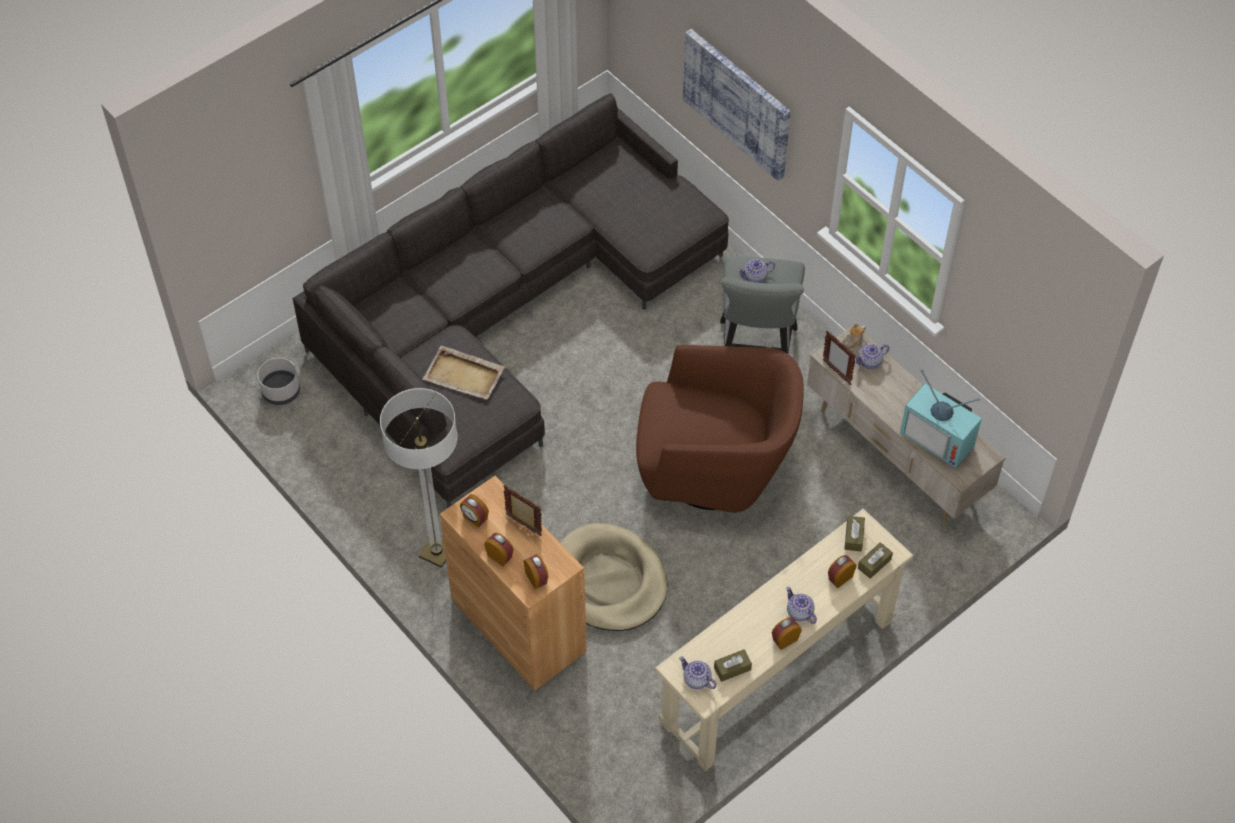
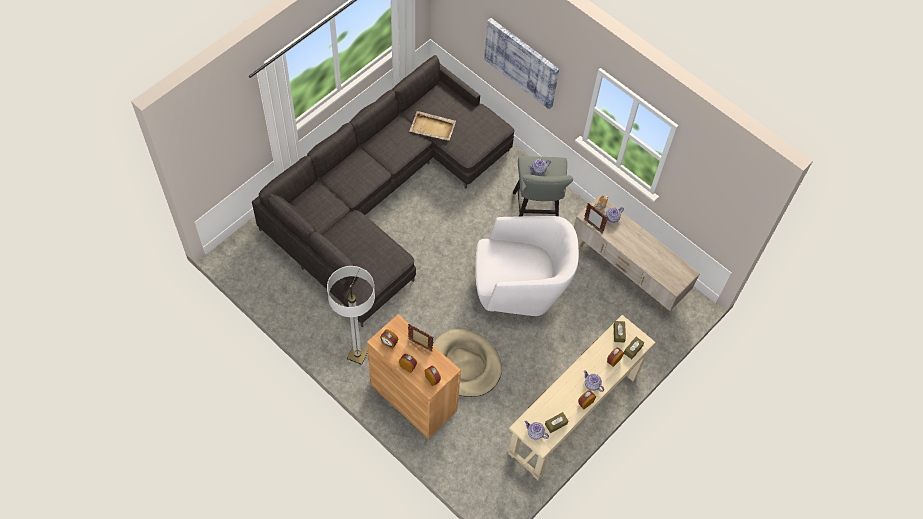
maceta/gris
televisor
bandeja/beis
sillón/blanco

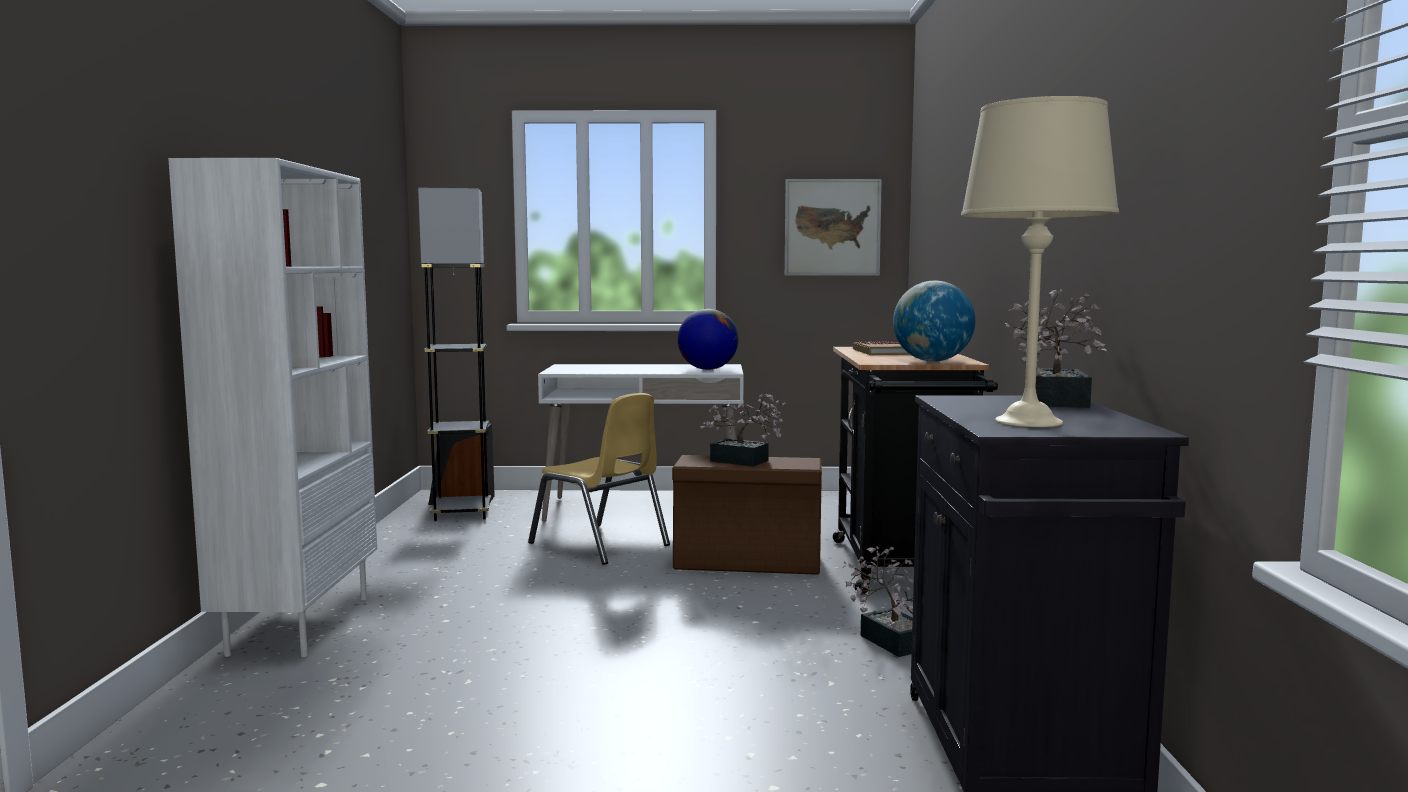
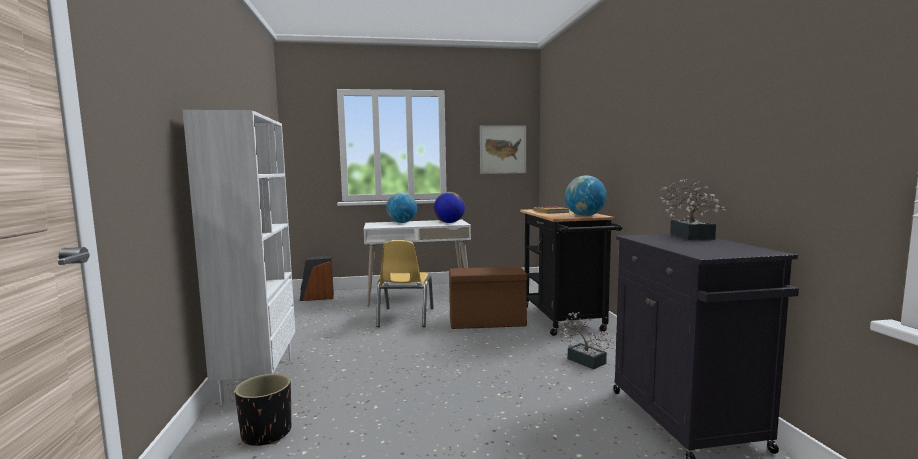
lámpara de pie/gris
planta en maceta (no. 1 from left in the first image)
lámpara de mesa/beis
maceta/negro
globo terráqueo (no. 1 from left)
silla/amarillo

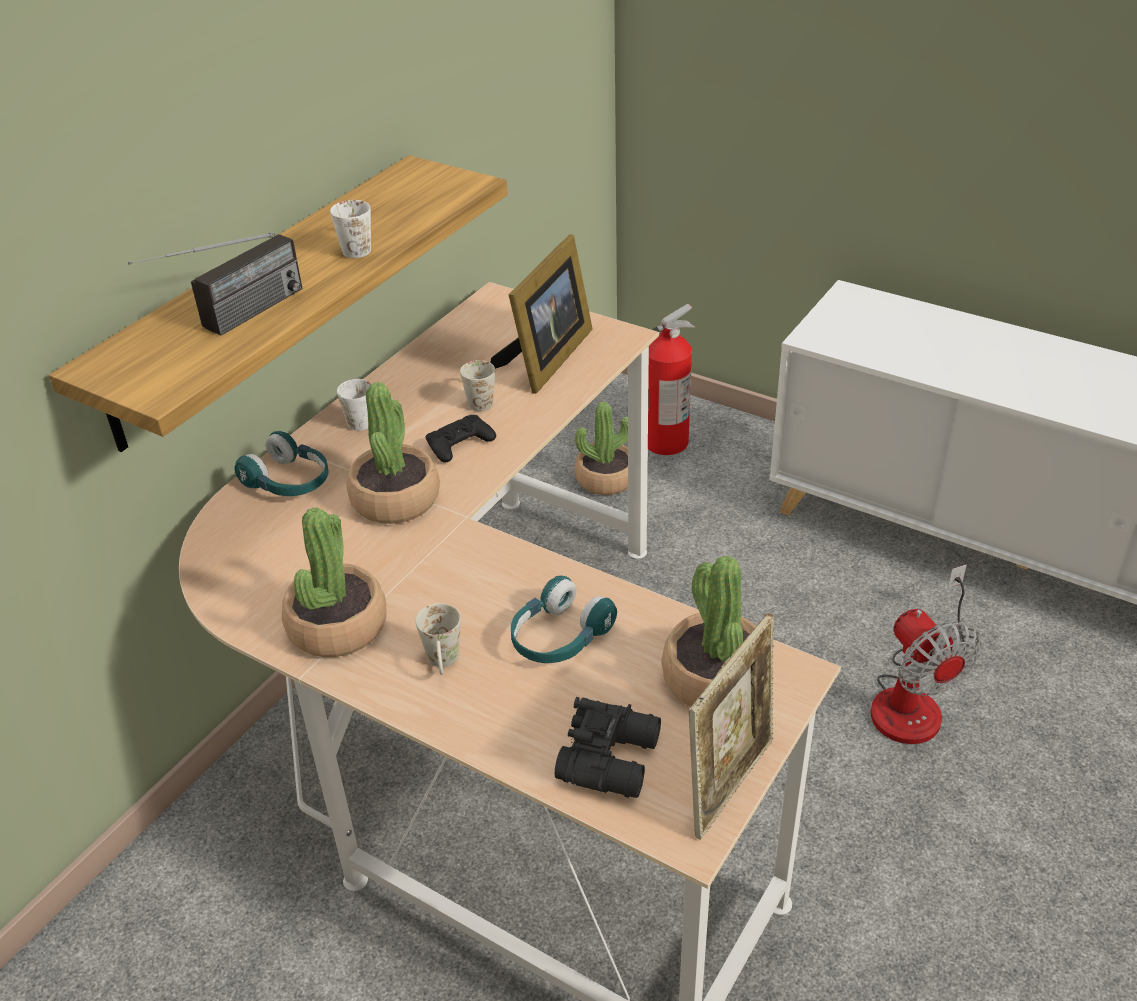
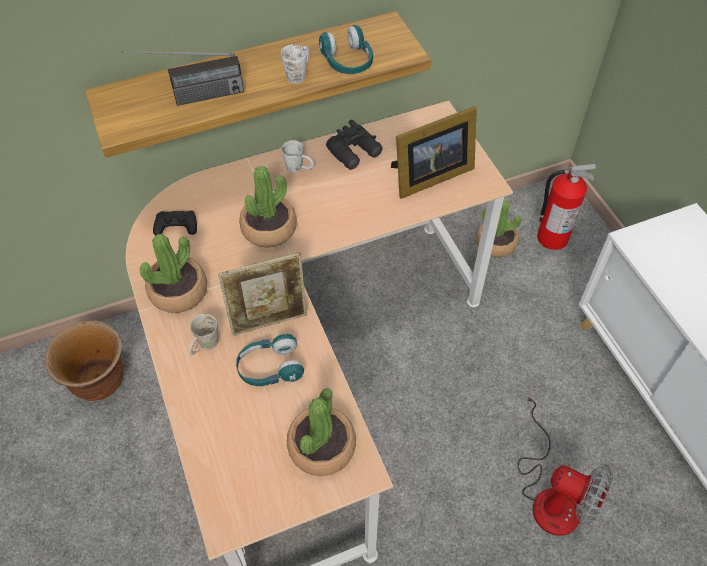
taza grande/blanco (no. 4 from left in the first image)
maceta/marrón
auriculares/turquesa (no. 2 from left)
mando de consola/negro
prismáticos/negro
portarretratos (no. 1 from left)
ventilador

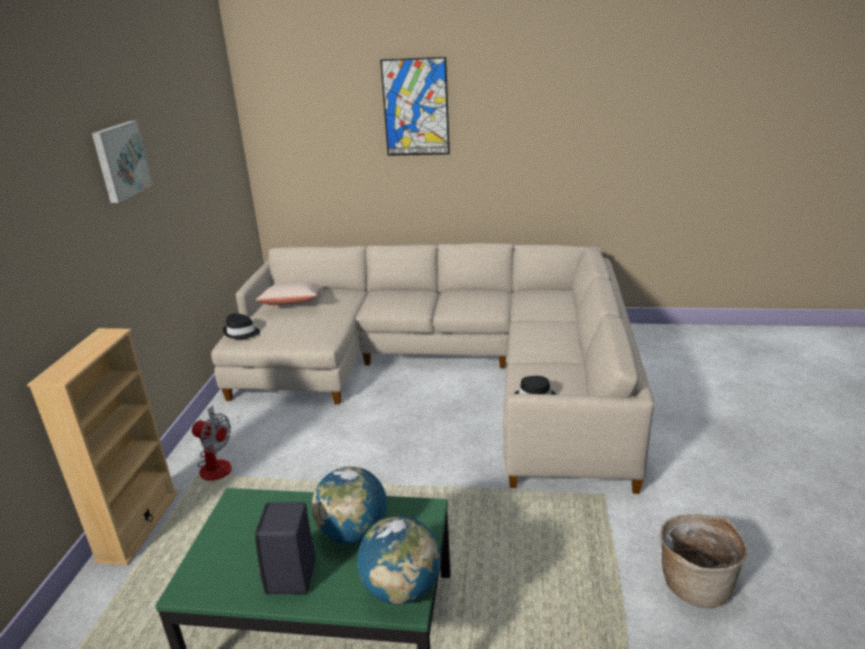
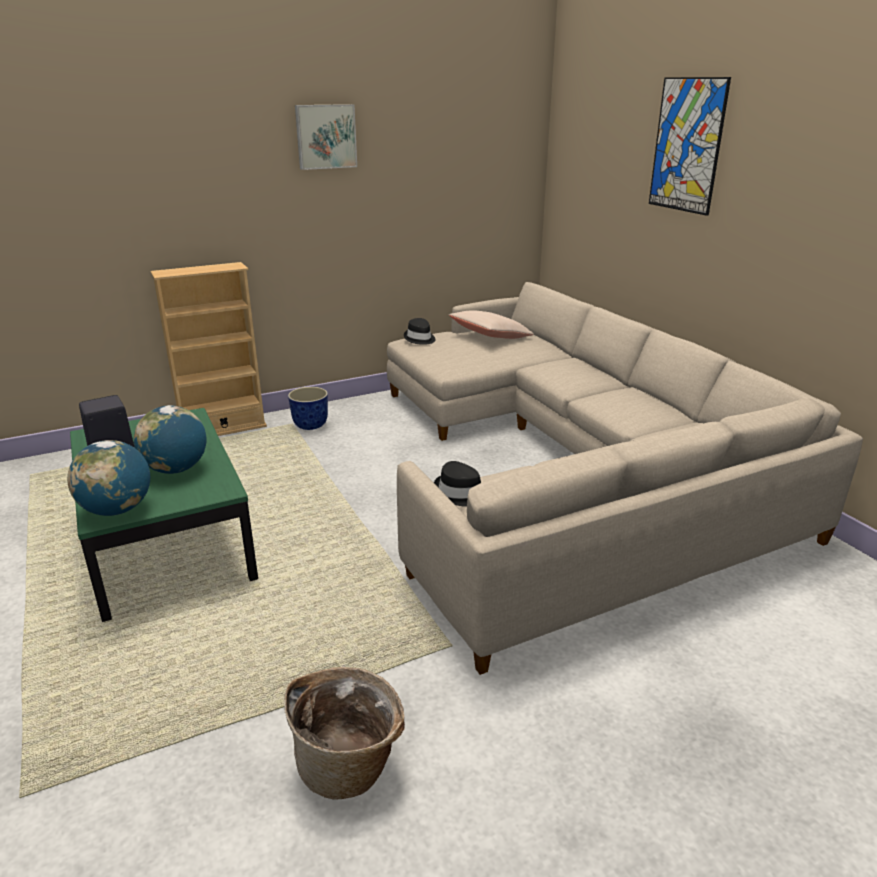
maceta

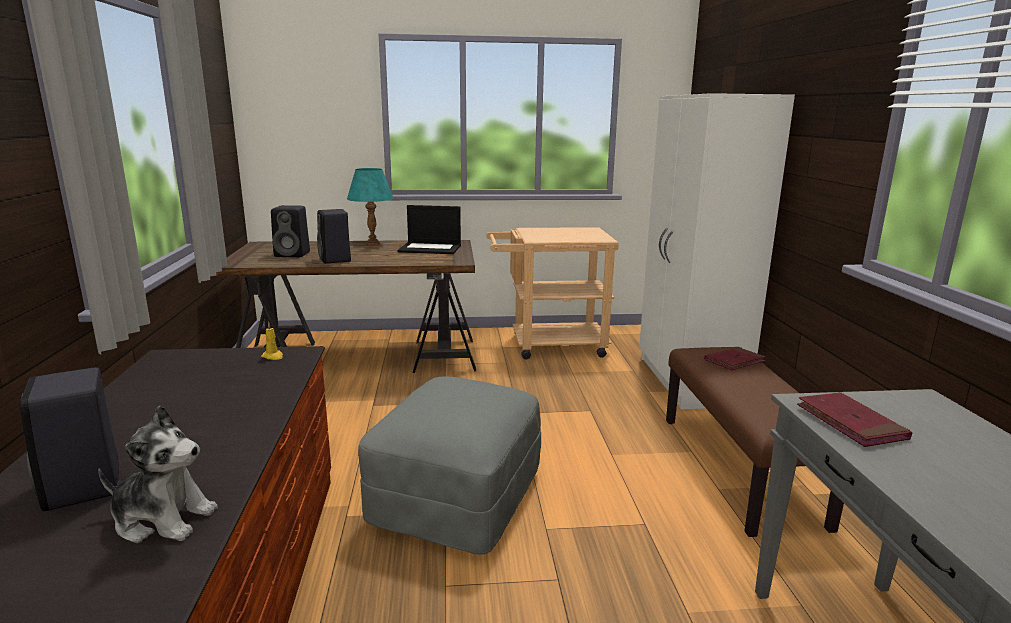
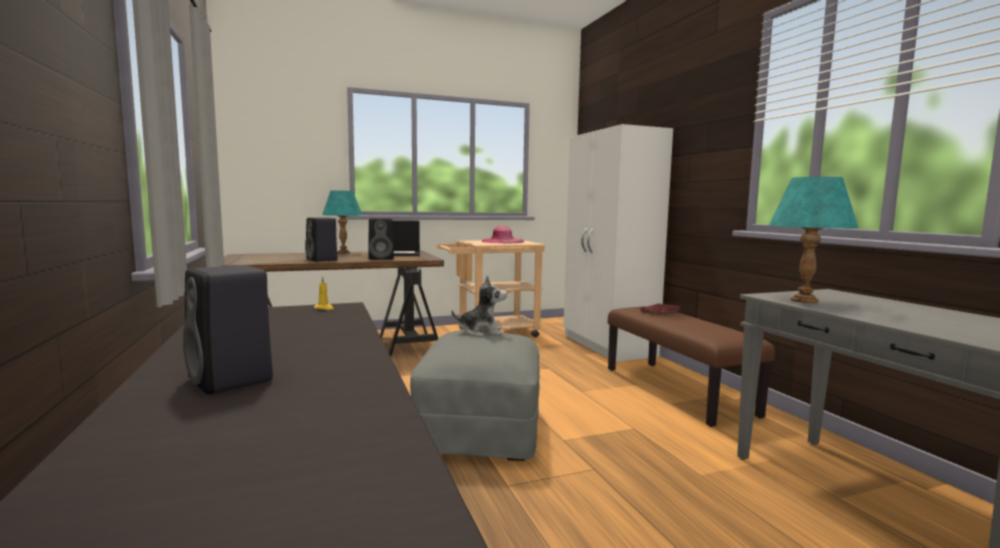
sombrero/rosa
peluche
altavoz/negro (no. 3 from left)
lámpara de mesa/turquesa (no. 2 from left)

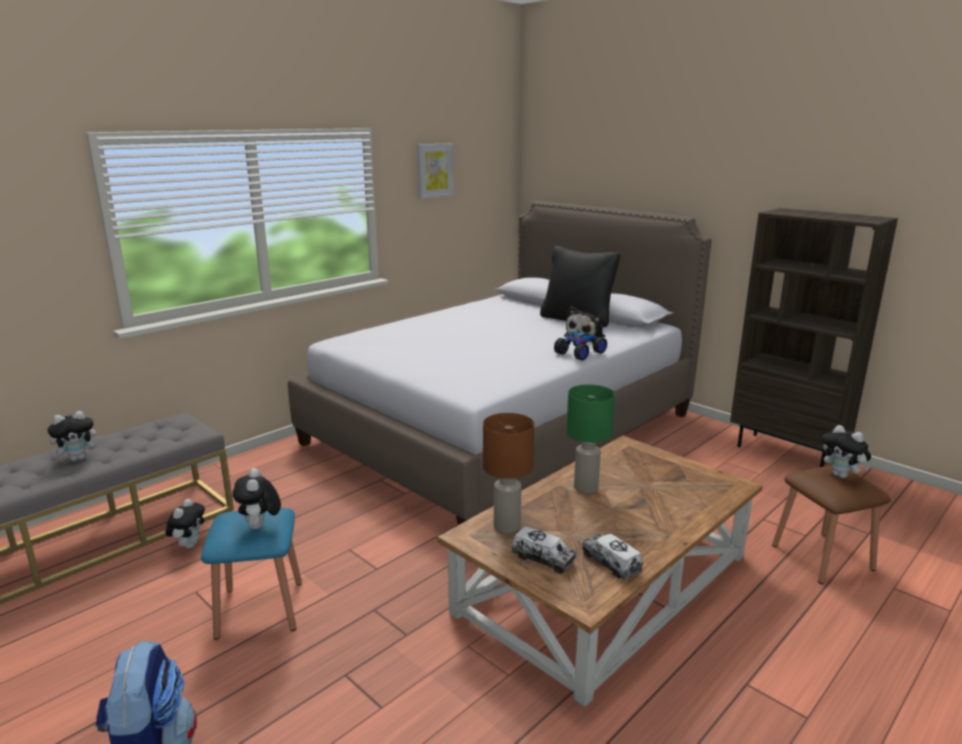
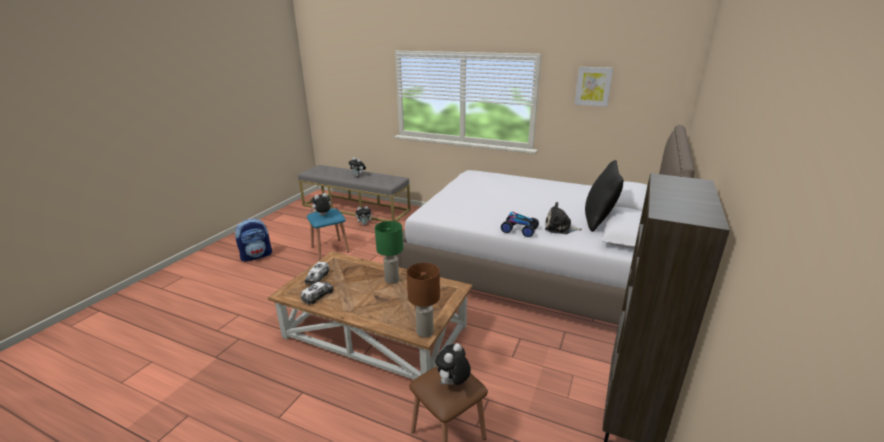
lámpara de mesa/marrón

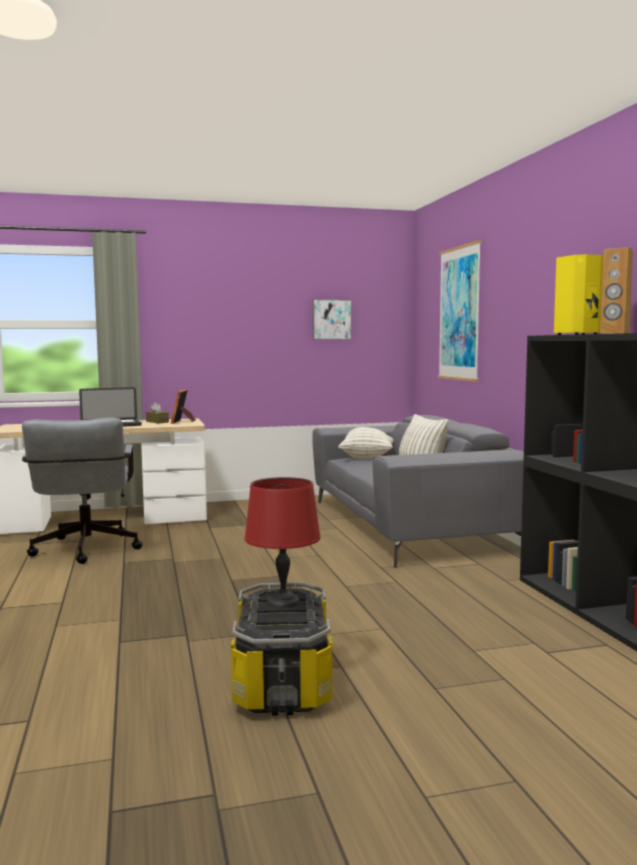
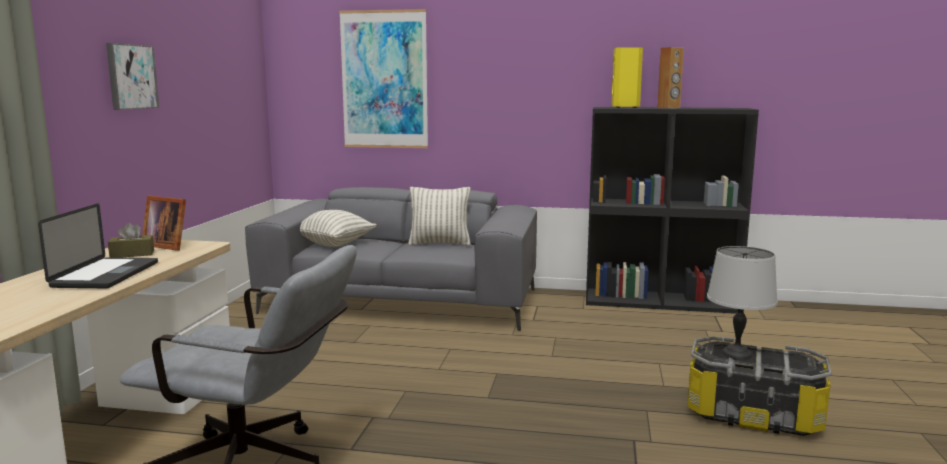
cuadro (no. 1 from left)
lámpara de mesa/gris

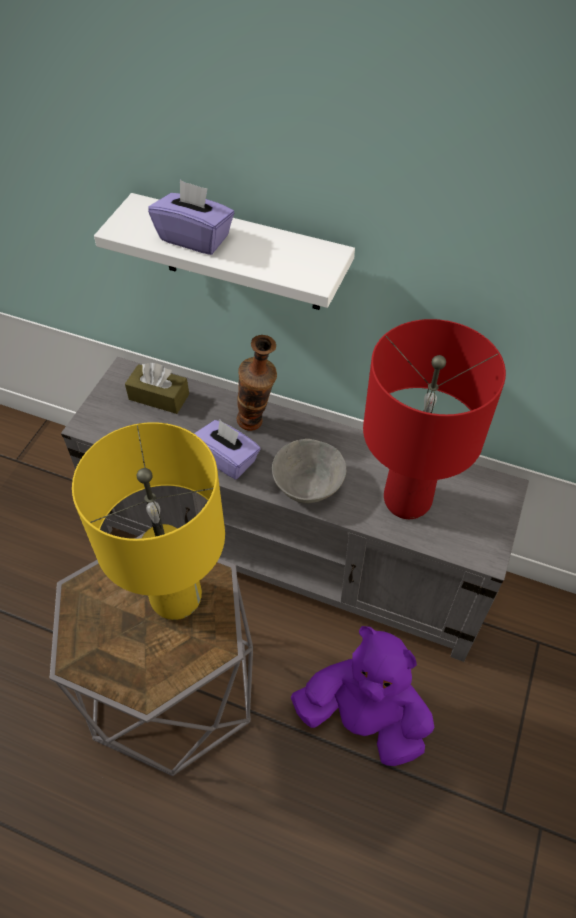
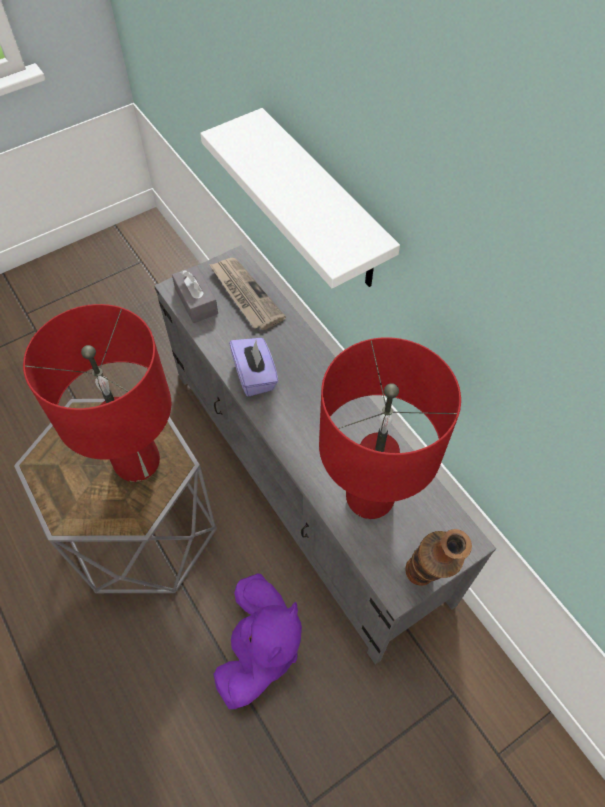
caja de pañuelos/morado (no. 1 from left in the first image)
cuenco/gris
caja de pañuelos/gris
florero
periódico
lámpara de mesa/rojo (no. 1 from left)
peluche/morado

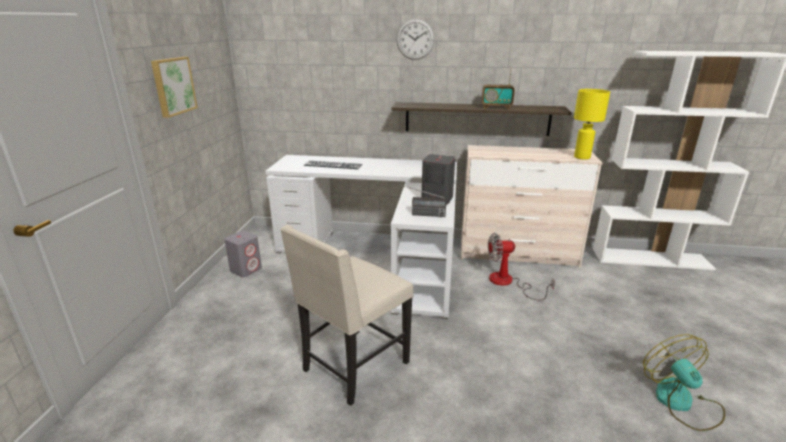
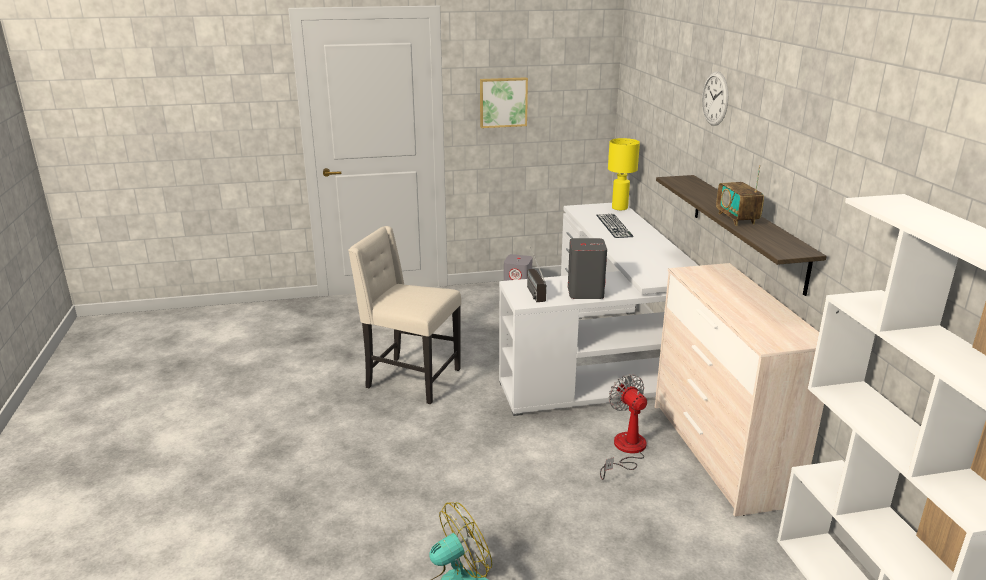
lámpara de mesa/amarillo

